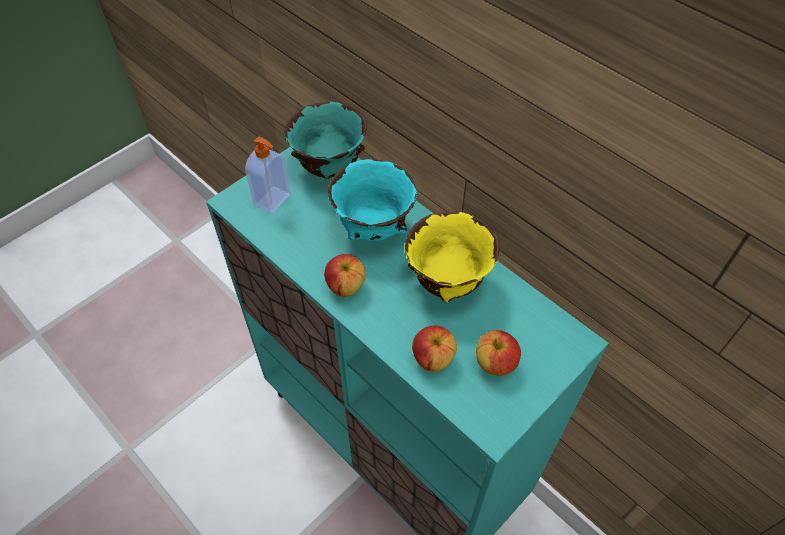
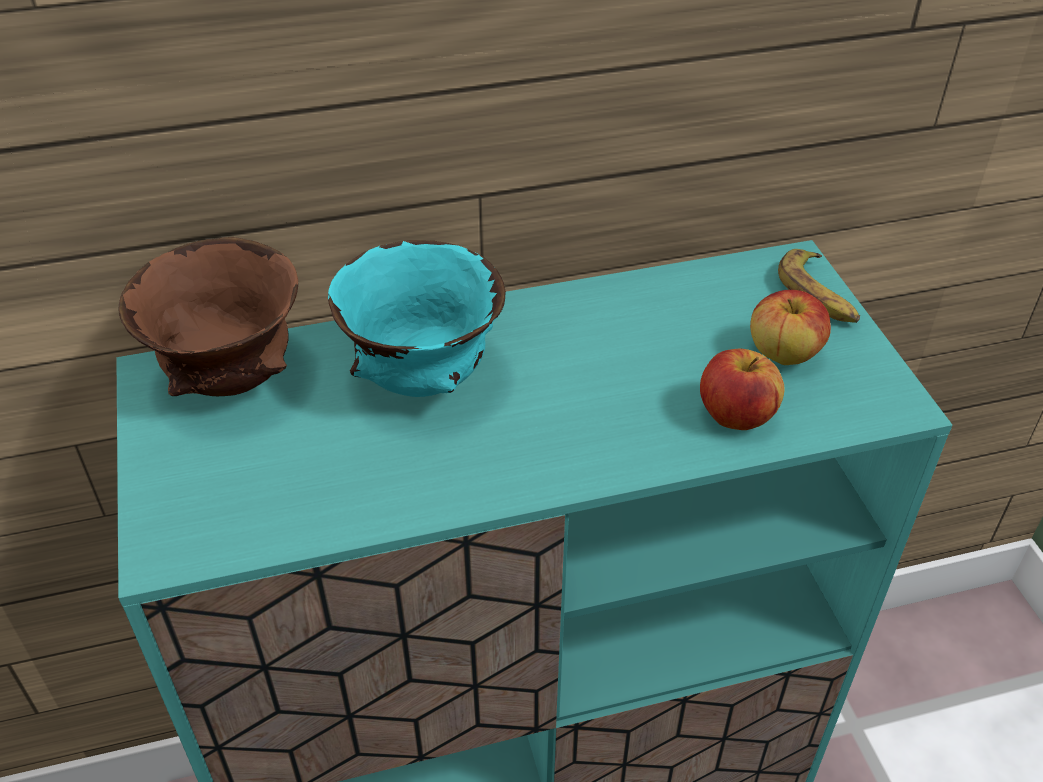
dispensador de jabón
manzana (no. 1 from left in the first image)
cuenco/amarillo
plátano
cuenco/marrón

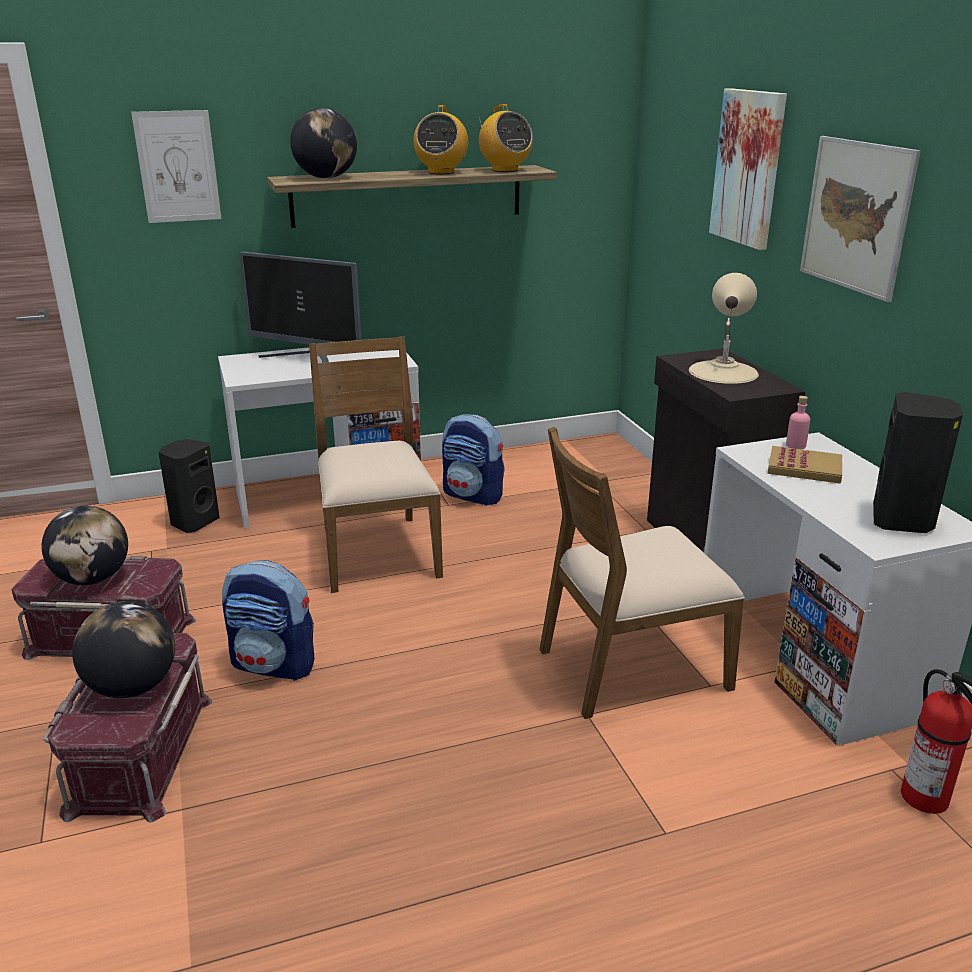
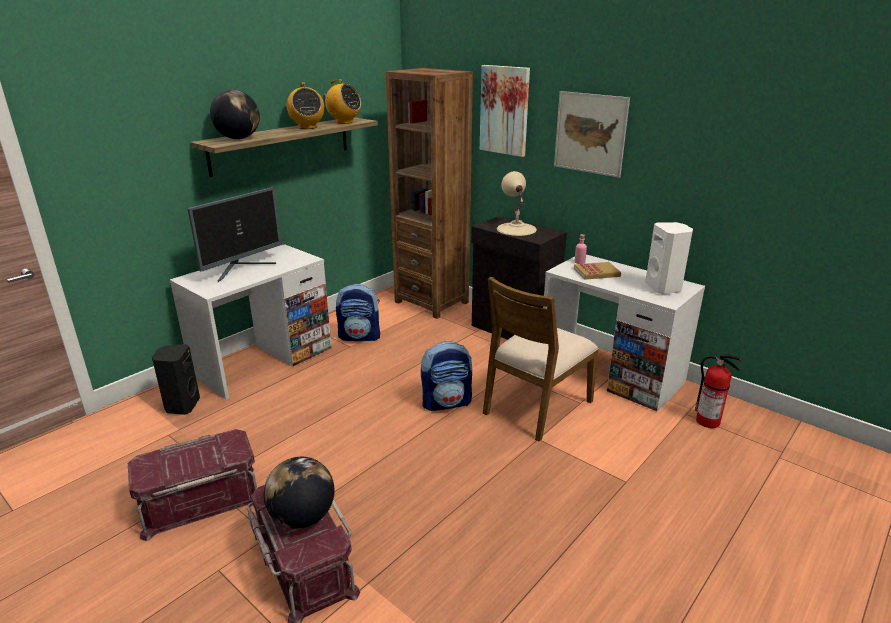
globo terráqueo (no. 1 from left in the first image)
cuadro (no. 1 from left in the first image)
silla/marrón (no. 1 from left in the first image)
estantería/marrón
mochila (no. 2 from left)
altavoz/blanco
monitor

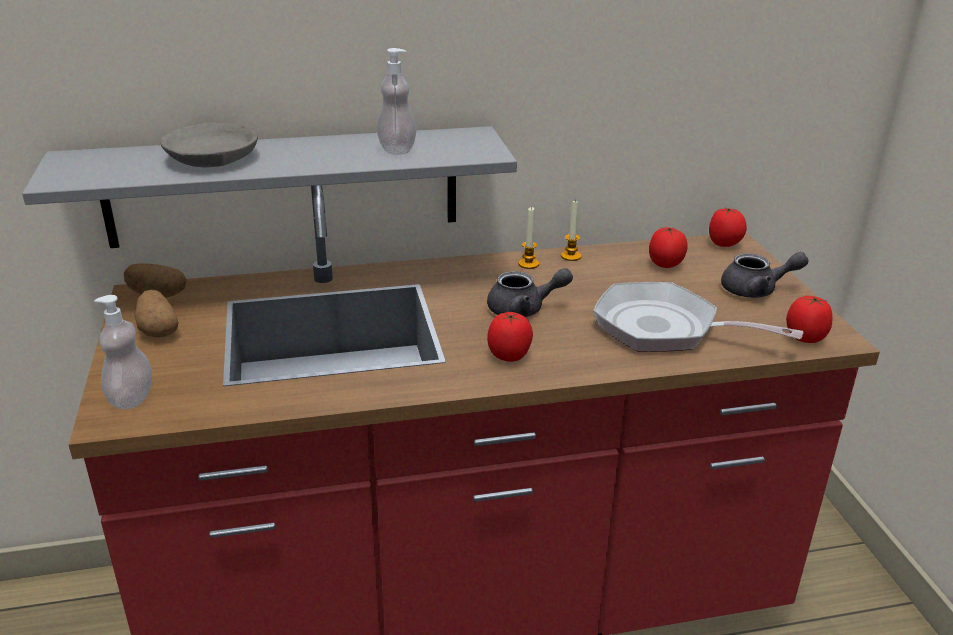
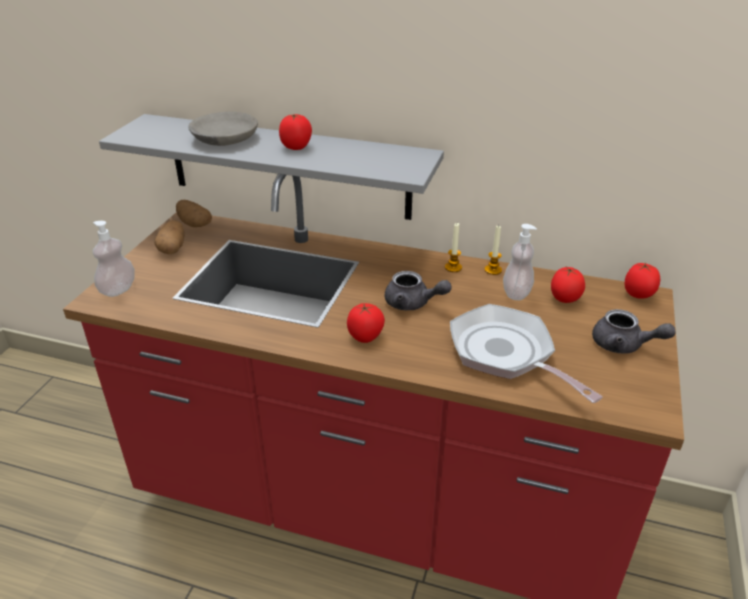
dispensador de jabón (no. 2 from left)
tomate (no. 1 from left)

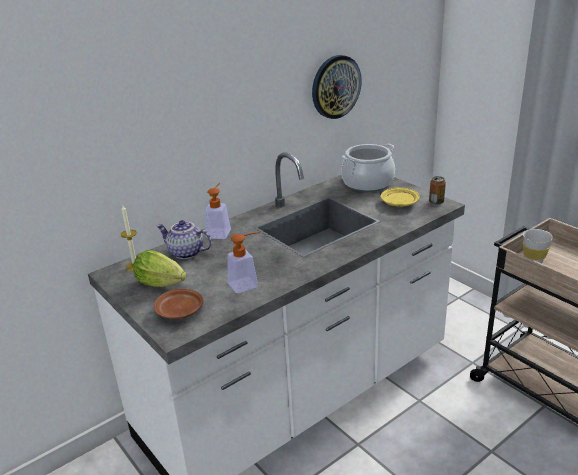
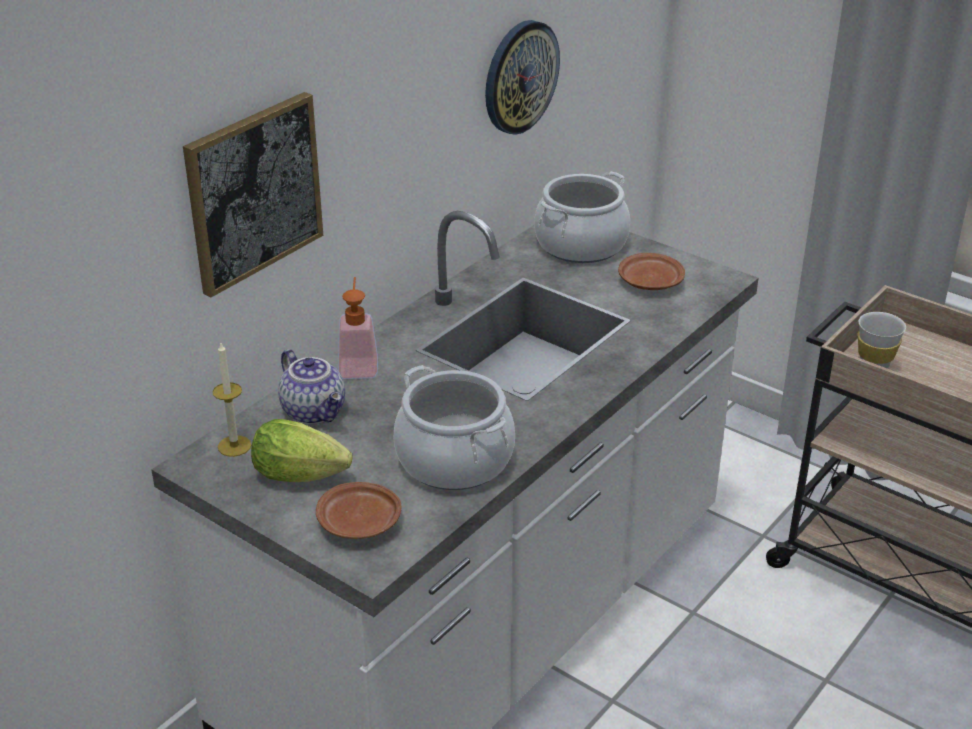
lata
cuadro
olla (no. 1 from left)
plato/marrón (no. 2 from left)
tetera

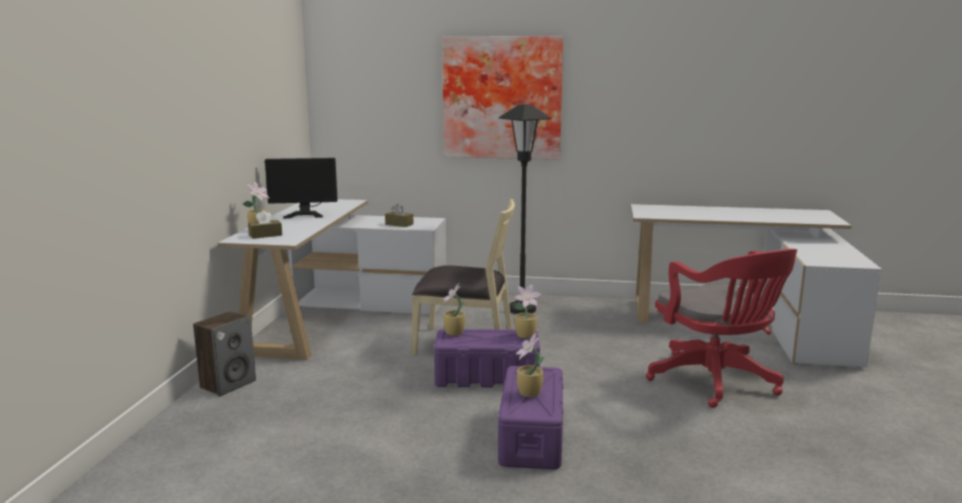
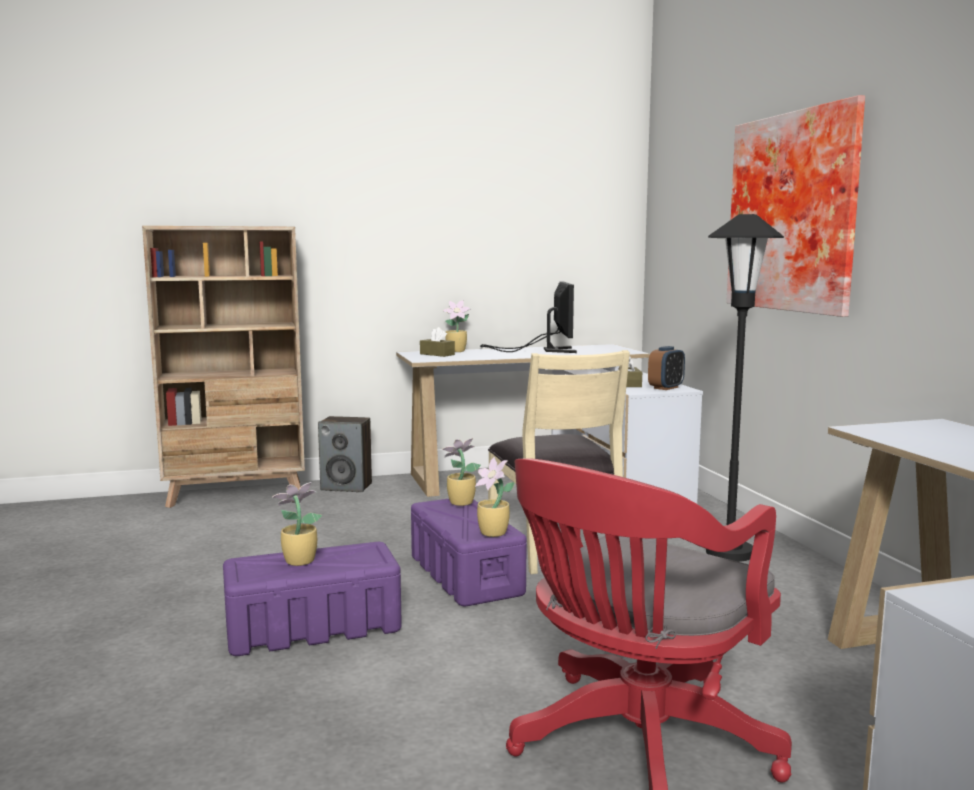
estantería/beis
despertador
monitor

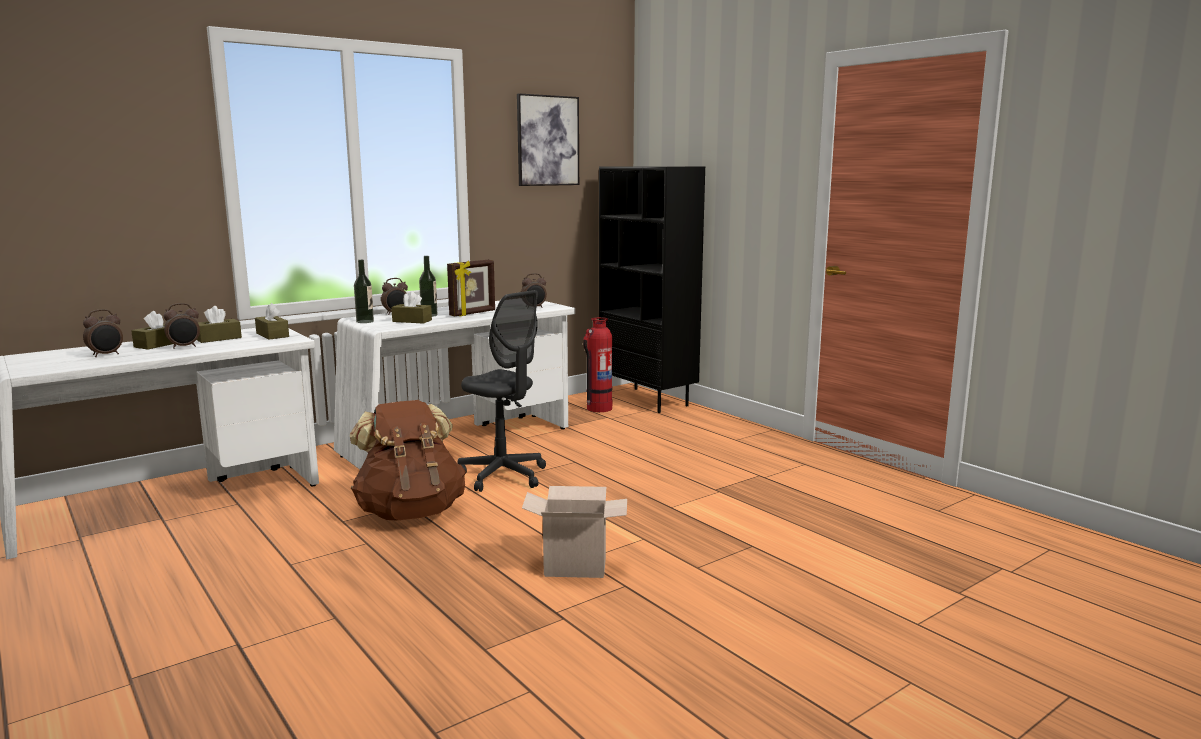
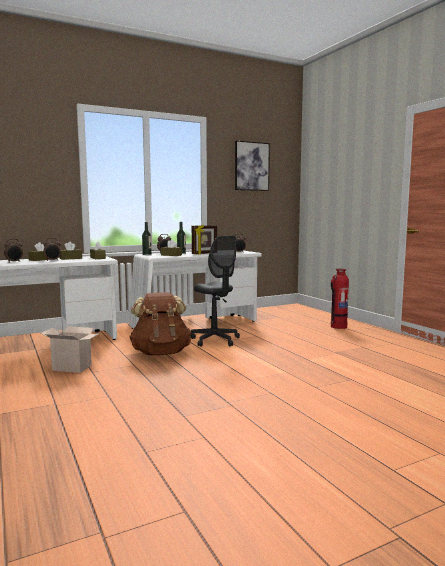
estantería/negro
caja de cartón
extintor

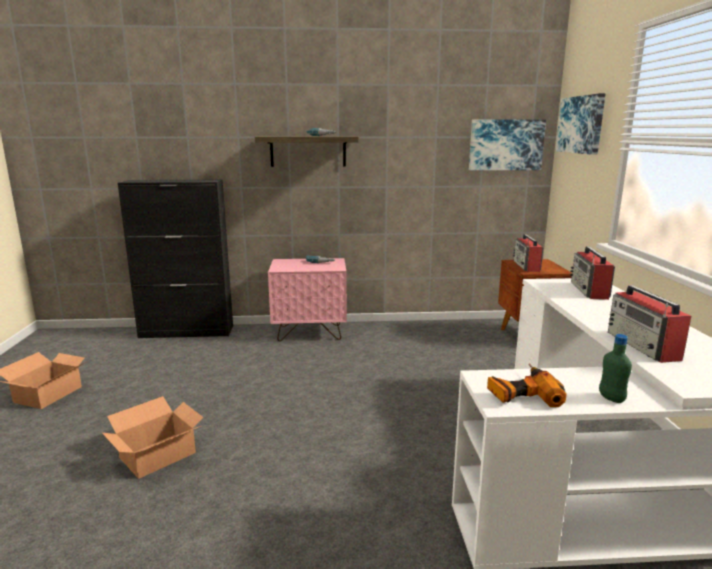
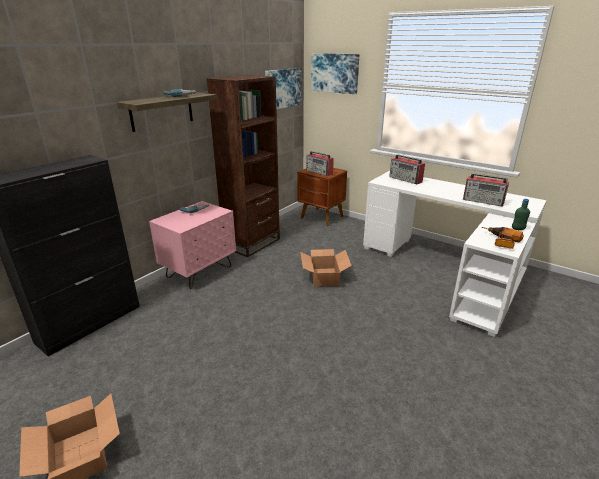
estantería/marrón
caja de cartón (no. 2 from left)

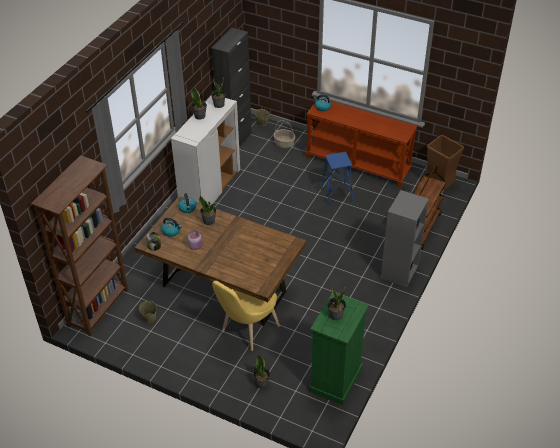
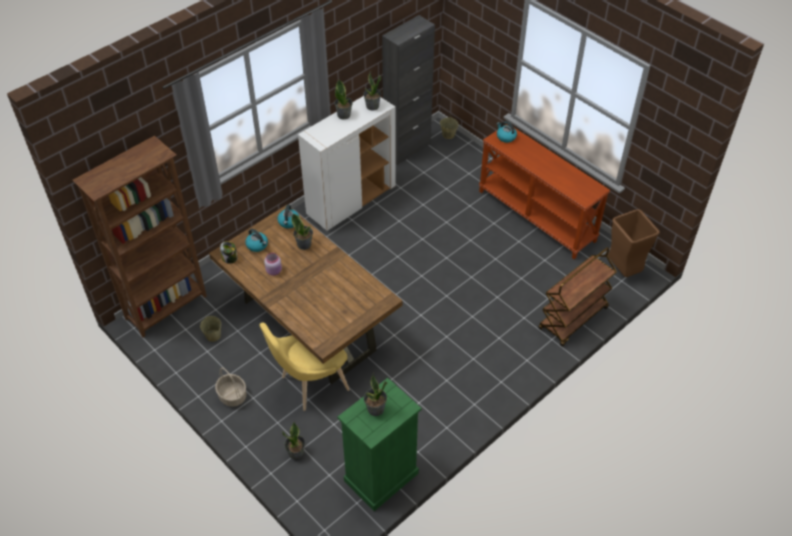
taburete/azul
estantería/gris
cesta

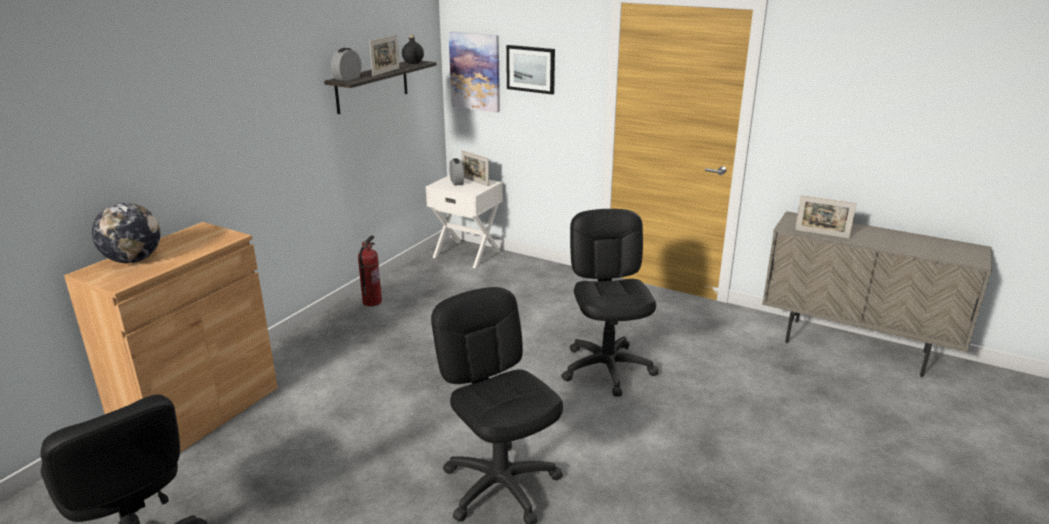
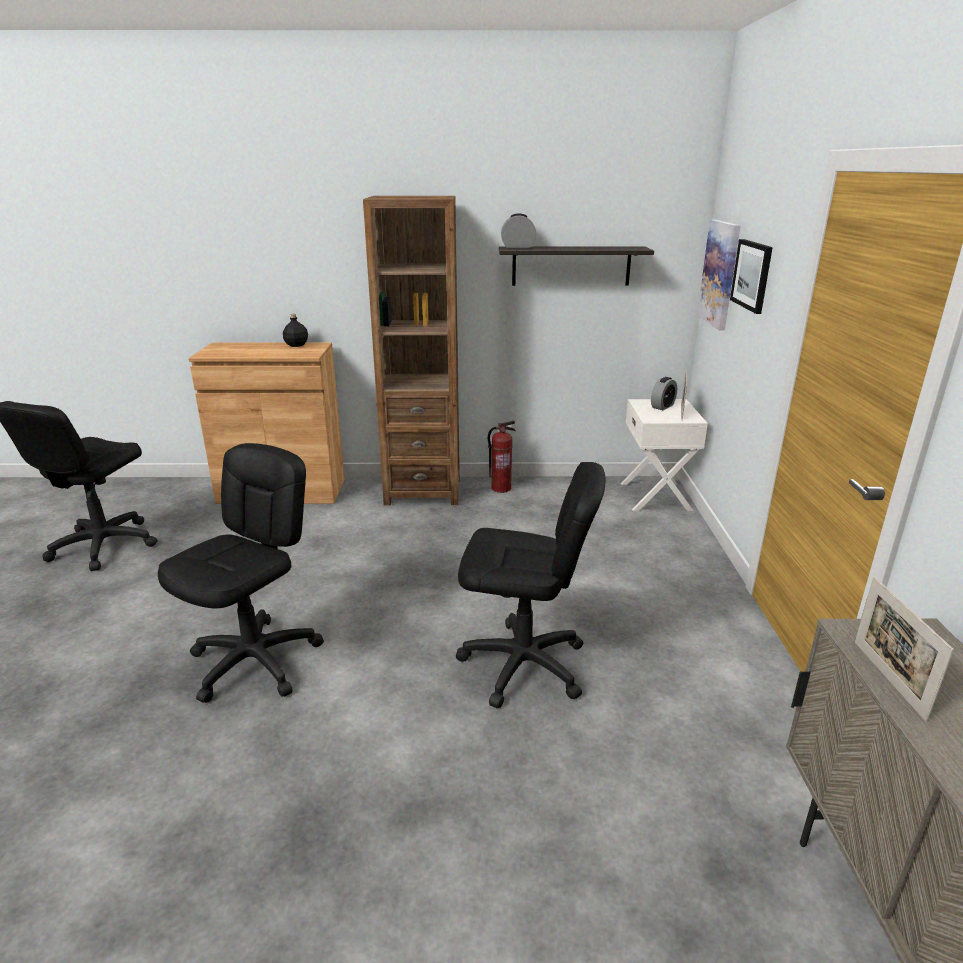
globo terráqueo
portarretratos (no. 1 from left in the first image)
estantería/marrón
botella/negro
silla de oficina/negro (no. 3 from left)

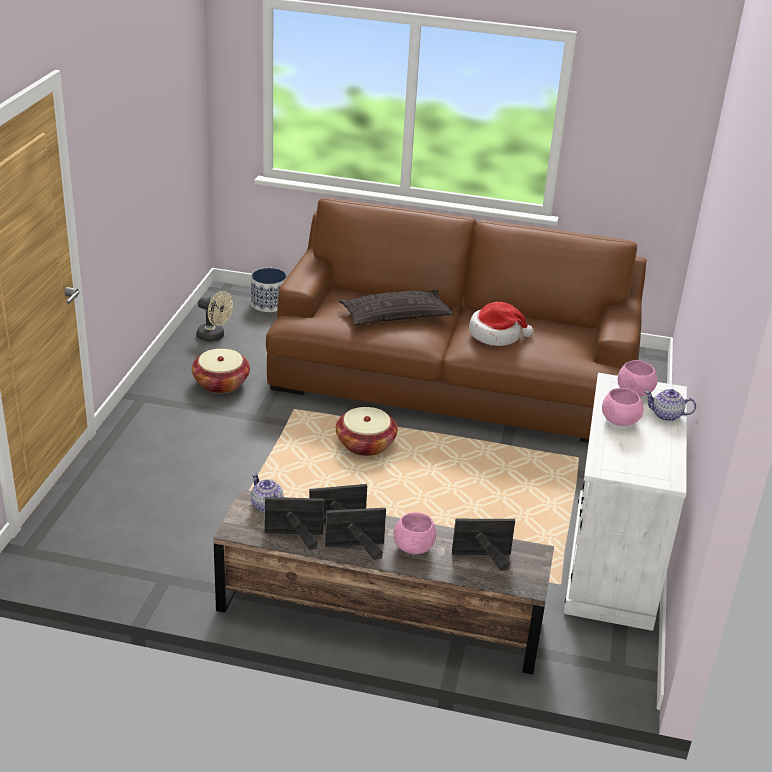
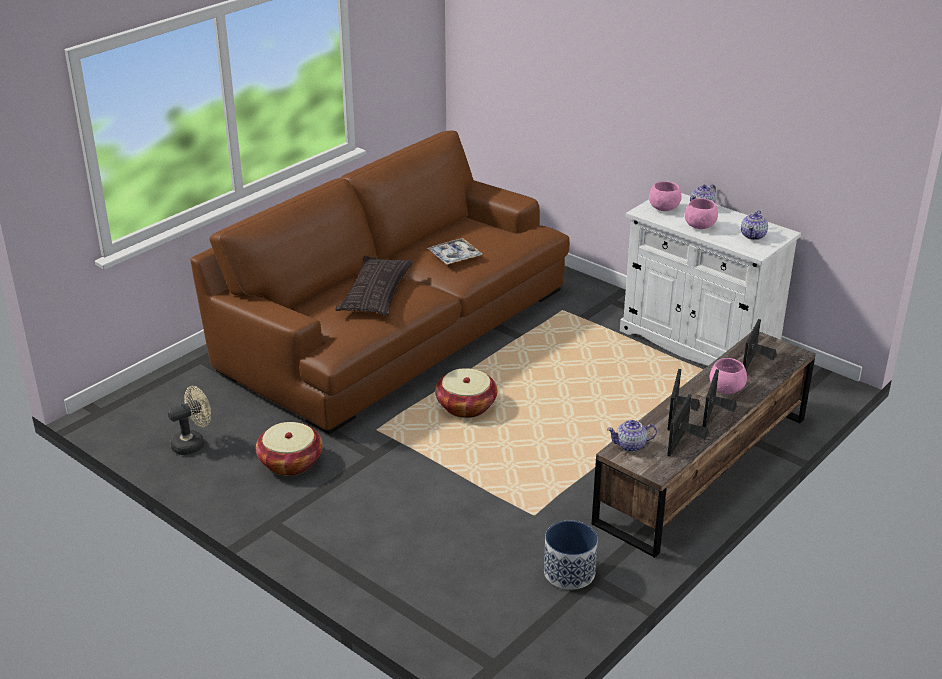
tetera (no. 3 from left)
maceta
bandeja

